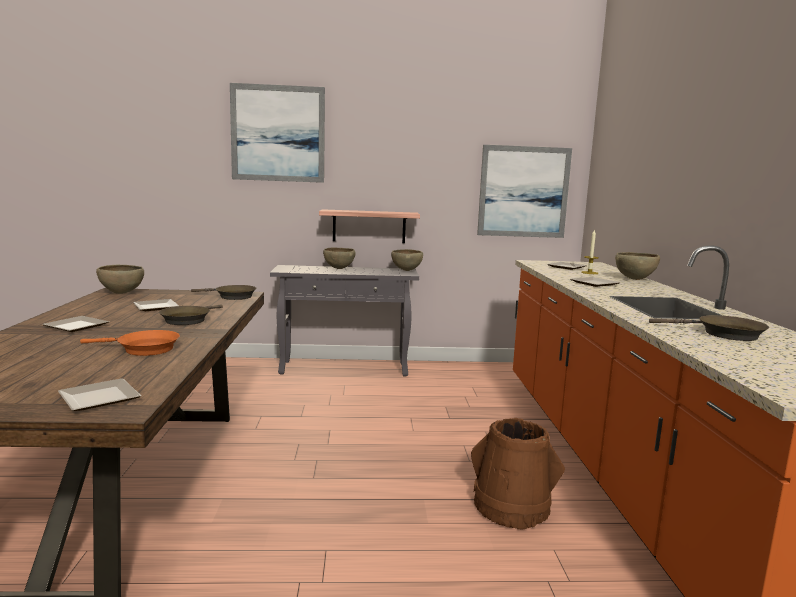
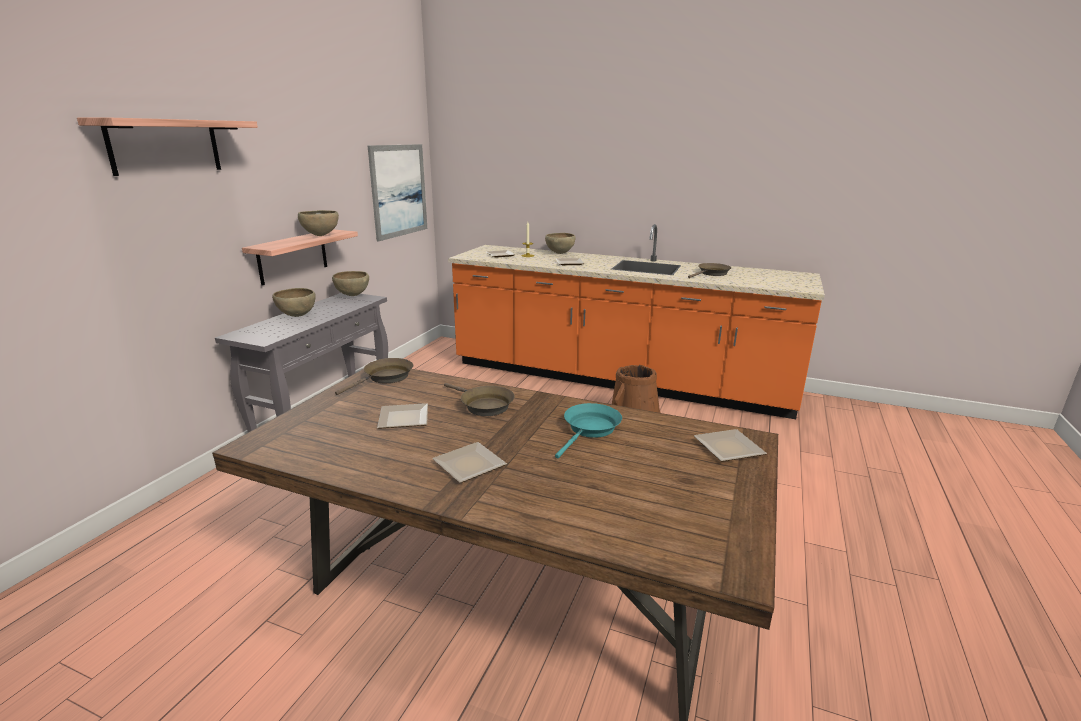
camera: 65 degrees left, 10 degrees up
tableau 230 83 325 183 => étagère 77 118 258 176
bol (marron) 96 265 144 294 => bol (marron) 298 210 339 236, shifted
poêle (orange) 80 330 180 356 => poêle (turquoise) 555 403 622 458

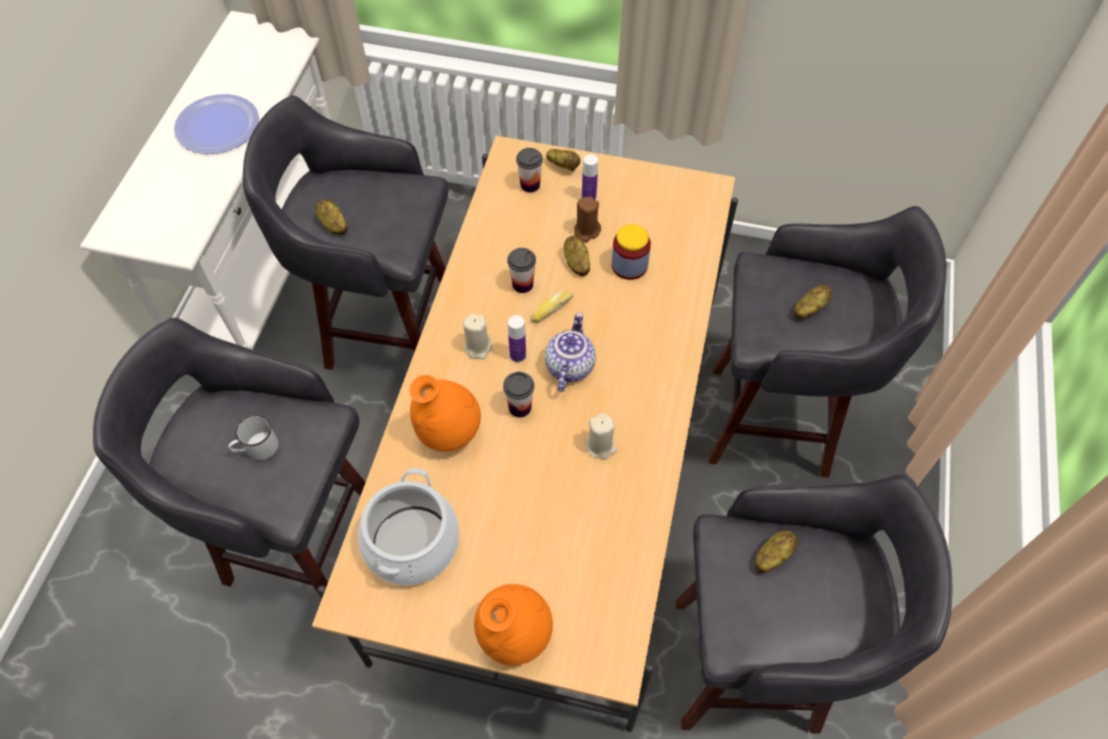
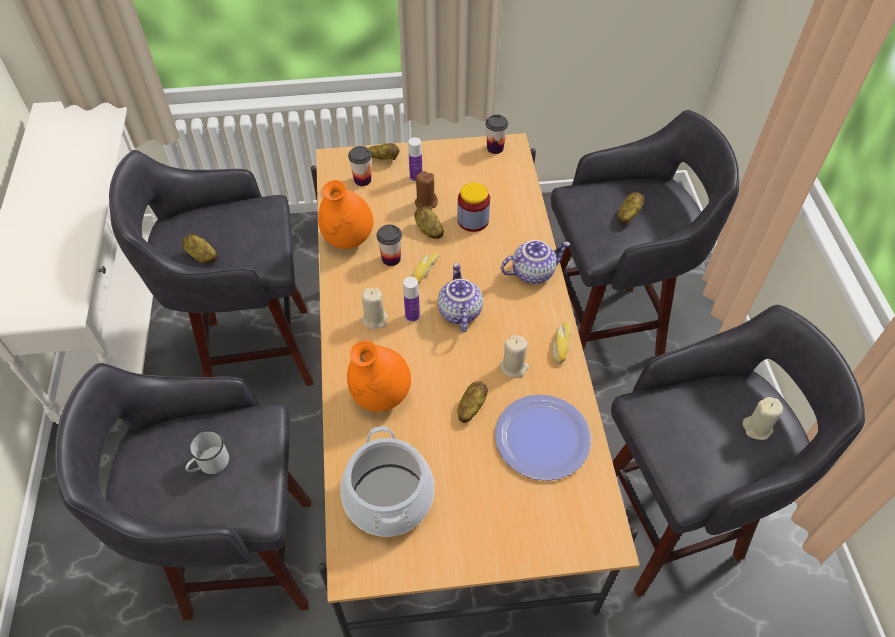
camera: 20 degrees left, 5 degrees down
vase (orange) 474 584 553 666 => vase (orange) 318 180 373 249, shifted
pomme de terre 755 530 799 573 => pomme de terre 457 381 488 423, shifted
tasse 503 372 534 417 => tasse 486 114 508 154, shifted
assiette 174 94 259 154 => assiette 495 394 591 481, shifted
nothing => théière 501 240 570 284
nothing => pain 552 322 571 364
nothing => bougie (beige) 743 397 783 440

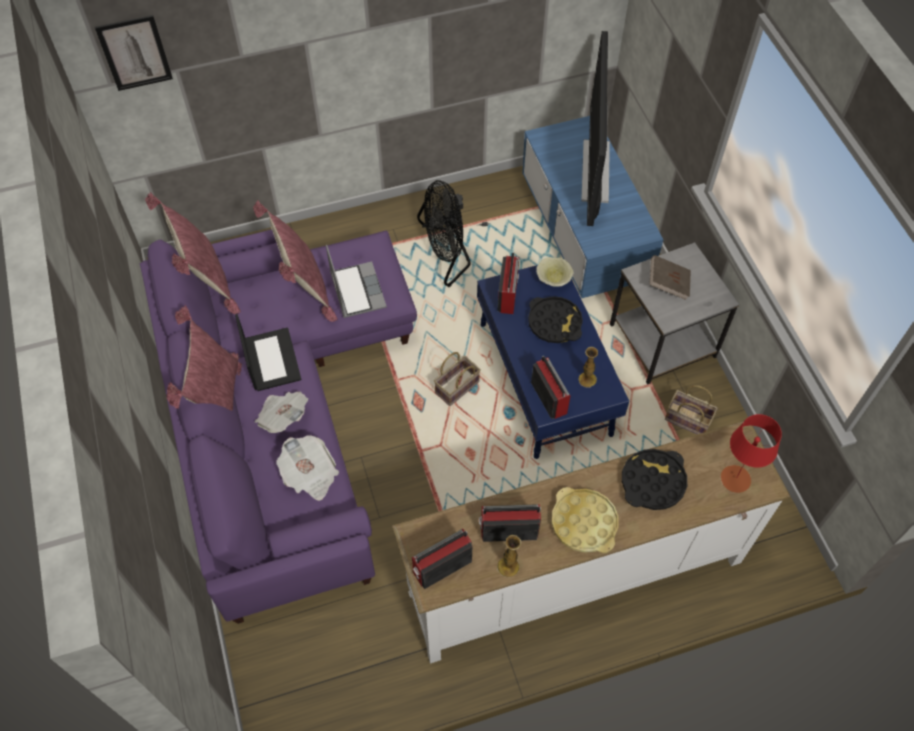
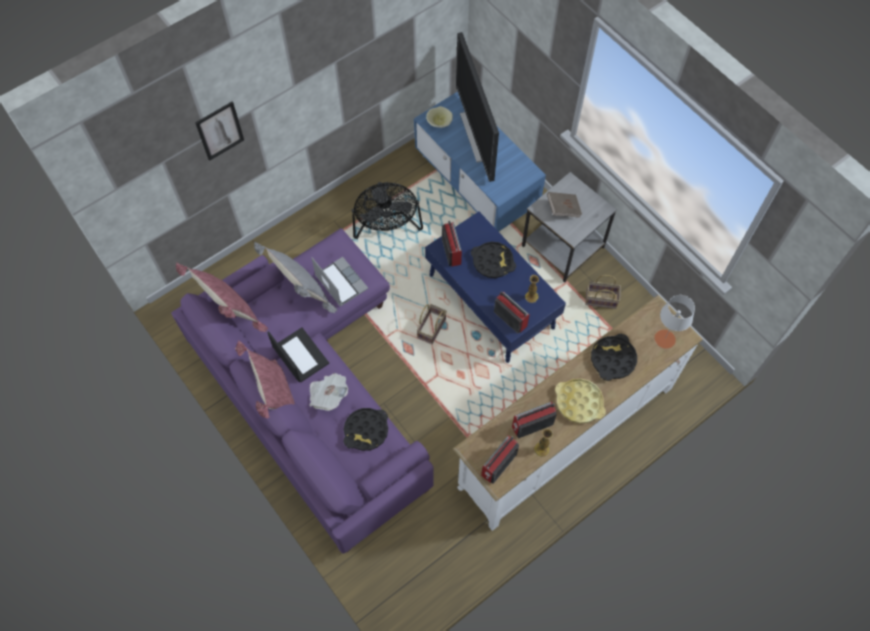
camera: 20 degrees left, 5 degrees up
tableau 95 15 173 91 => tableau 195 102 244 161, shifted
coussin (rouge) 253 200 337 322 => coussin (gris) 254 242 337 313
journal 276 435 339 501 => plateau (noir) 343 408 388 451
ventilateur (noir) 417 180 489 287 => ventilateur (noir) 352 182 423 239, 60 degrees counterclockwise
bol (beige) 536 257 573 287 => bol (beige) 426 106 453 128, shifted
lampe de table (rouge) 721 414 782 493 => lampe de table (gris) 654 295 695 349

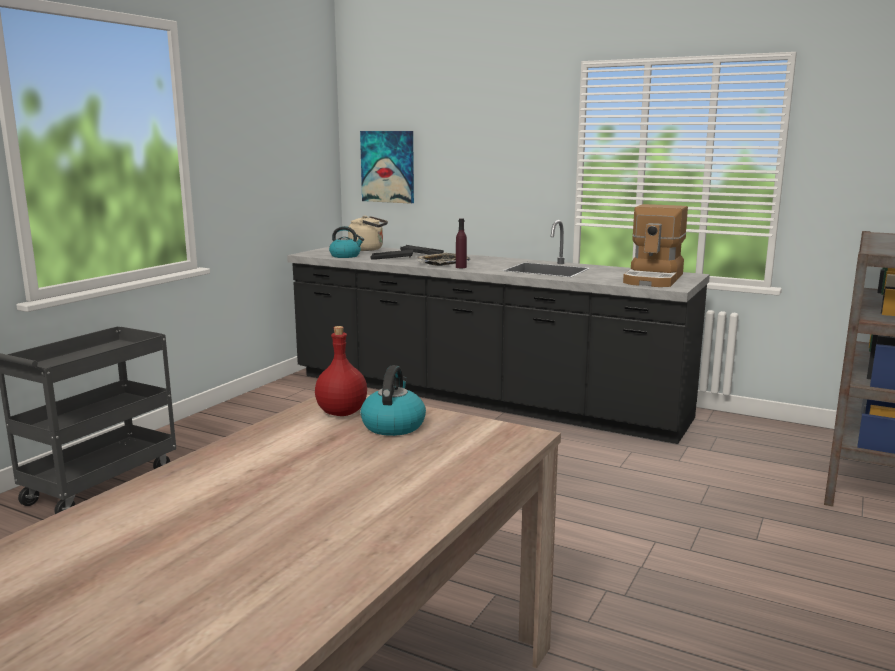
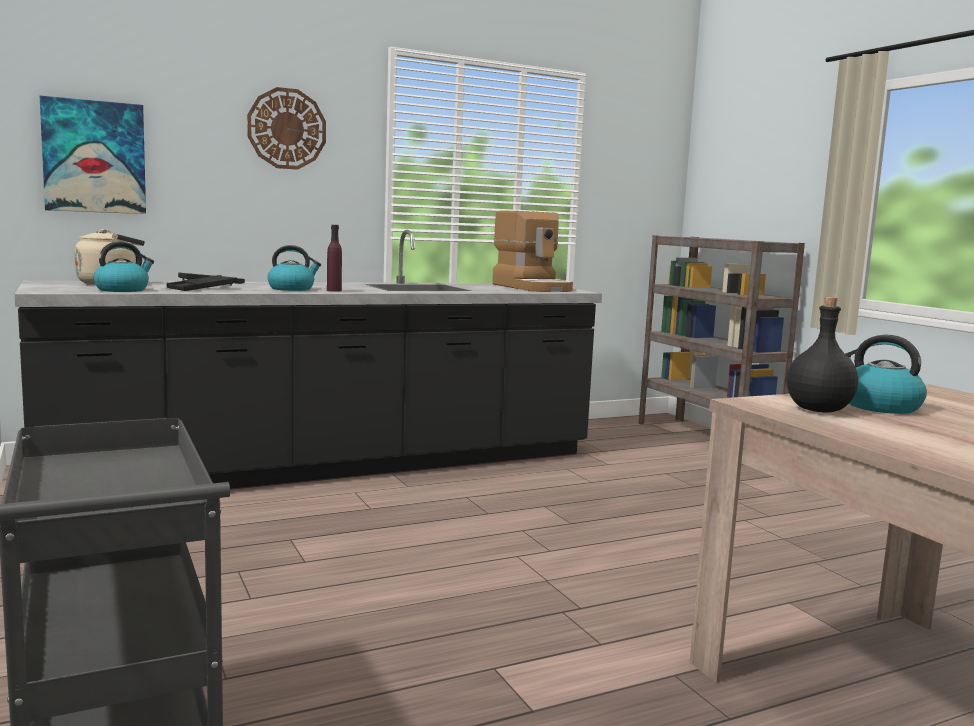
camera: 55 degrees left, 5 degrees down
nothing => horloge murale 247 87 326 170
plateau 416 252 470 266 => bouilloire 267 245 321 291
bouteille (rouge) 315 326 367 416 => bouteille (noir) 787 297 858 413

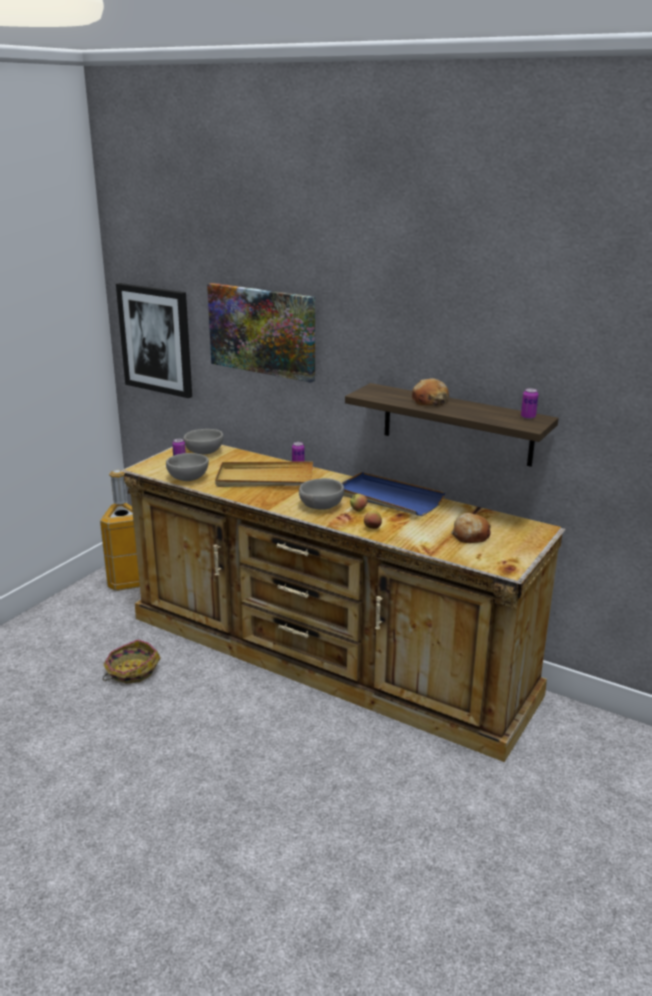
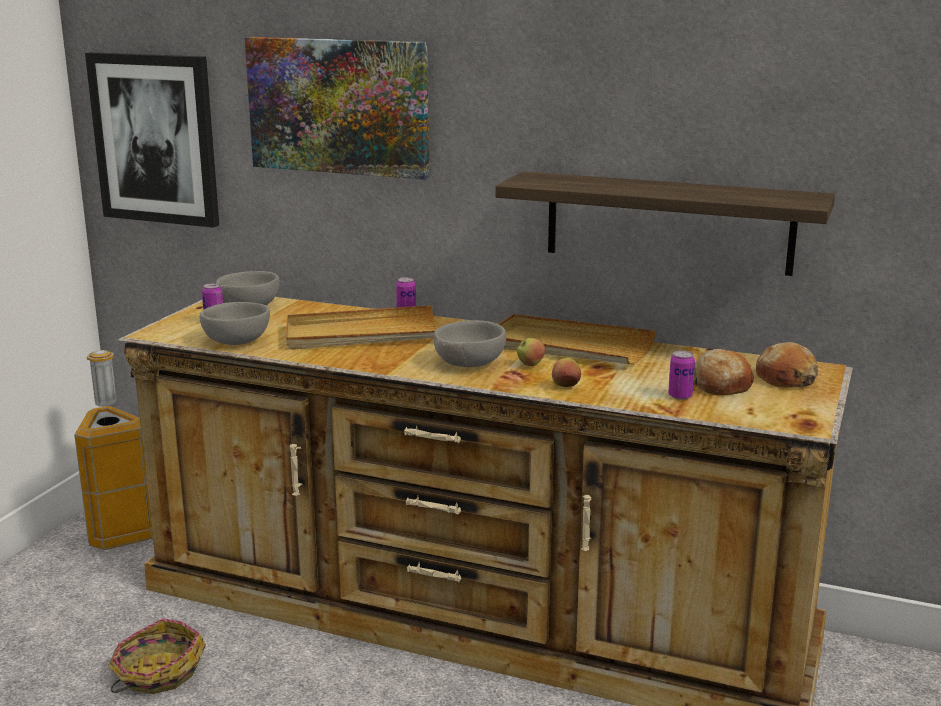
camera: 10 degrees left, 5 degrees down
plateau (bleu) 342 472 445 516 => plateau (beige) 498 314 656 365
boîte métallique 521 388 539 419 => boîte métallique 668 351 695 400, shifted
pain 412 378 449 406 => pain 756 342 818 388, shifted

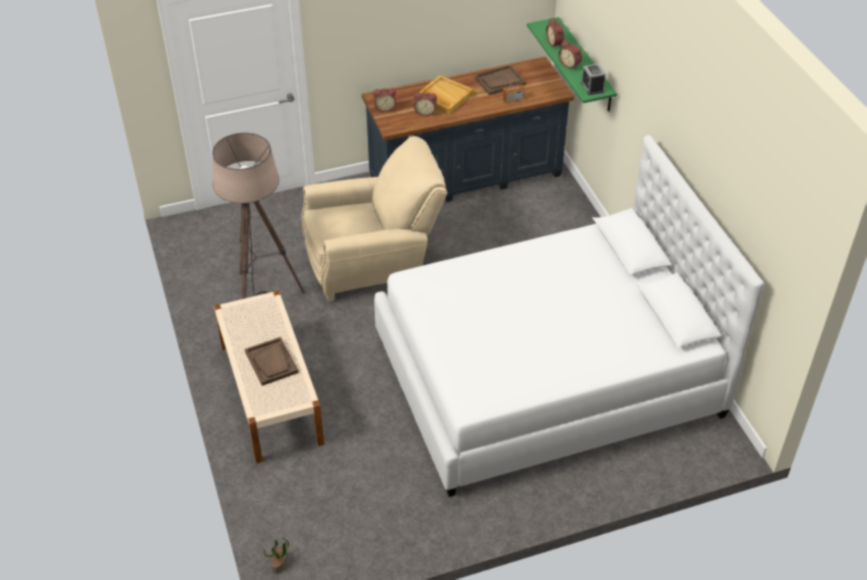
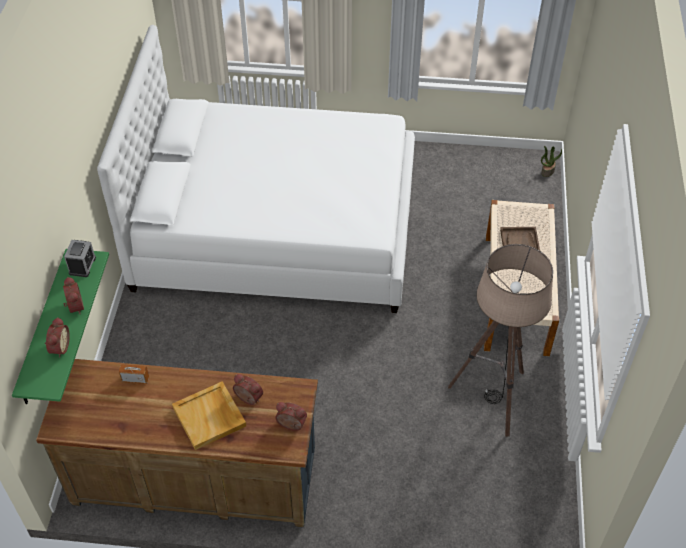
camera: 155 degrees left, 5 degrees up
fauteuil (beige) 301 136 447 302 => nothing
plateau (marron) 474 65 526 96 => nothing

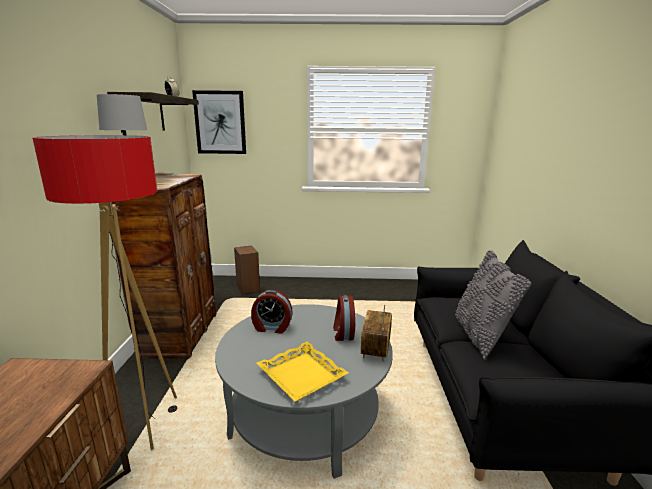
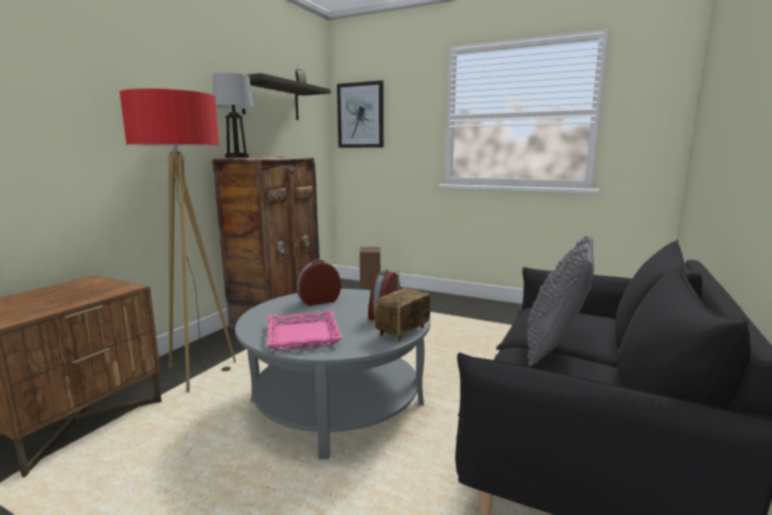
camera: 25 degrees right, 5 degrees down
plateau (jaune) 257 342 348 402 => plateau (rose) 267 311 342 351
réveil 251 290 293 333 => réveil 296 259 341 306, 120 degrees clockwise

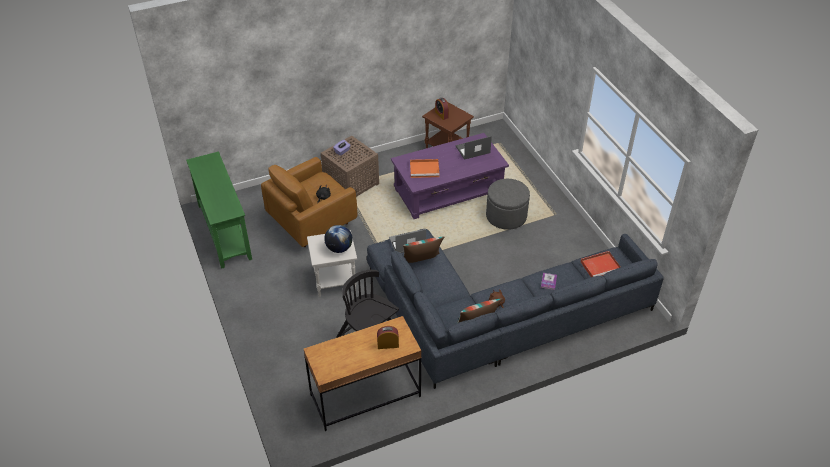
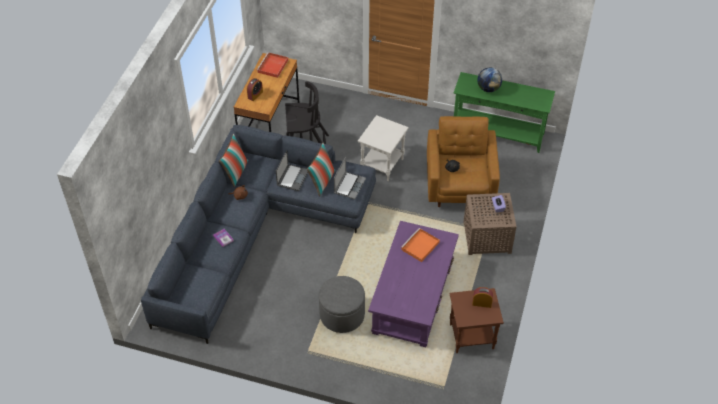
camera: 130 degrees right, 5 degrees up
plateau (rouge) 580 251 620 277 => plateau (rouge) 257 52 288 78, shifted
ordinateur portable 456 136 492 160 => ordinateur portable 276 150 308 191, shifted
globe 324 225 353 253 => globe 477 68 502 92, shifted

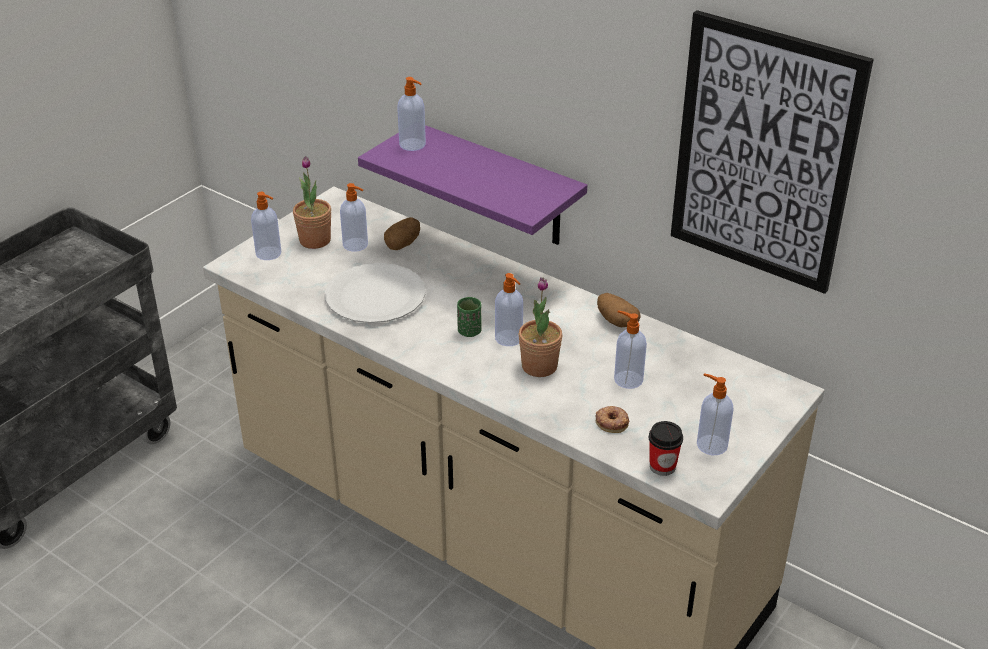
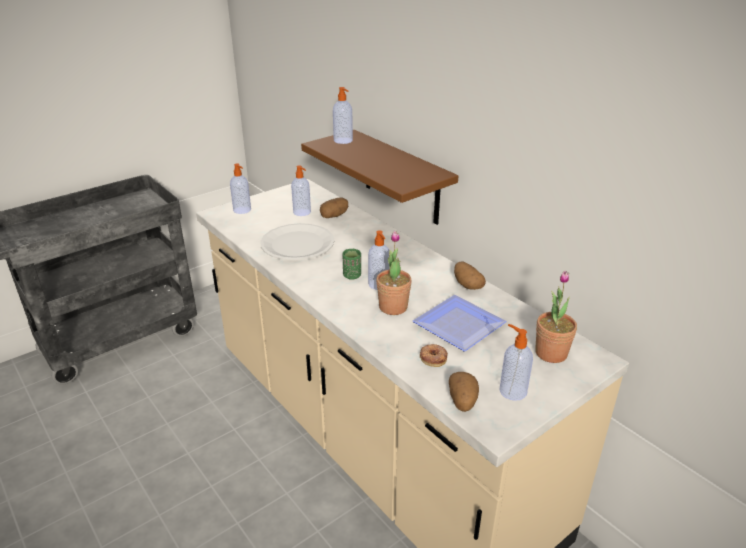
camera: 15 degrees right, 5 degrees down
étagère (violet) 358 125 587 245 => étagère (marron) 301 130 458 225
distributeur de savon 614 310 647 389 => assiette 413 295 507 351
tasse 649 421 683 476 => pomme de terre 449 372 479 412
plante en pot 293 156 331 249 => plante en pot 535 270 577 363, shifted
tableau 671 10 874 294 => nothing

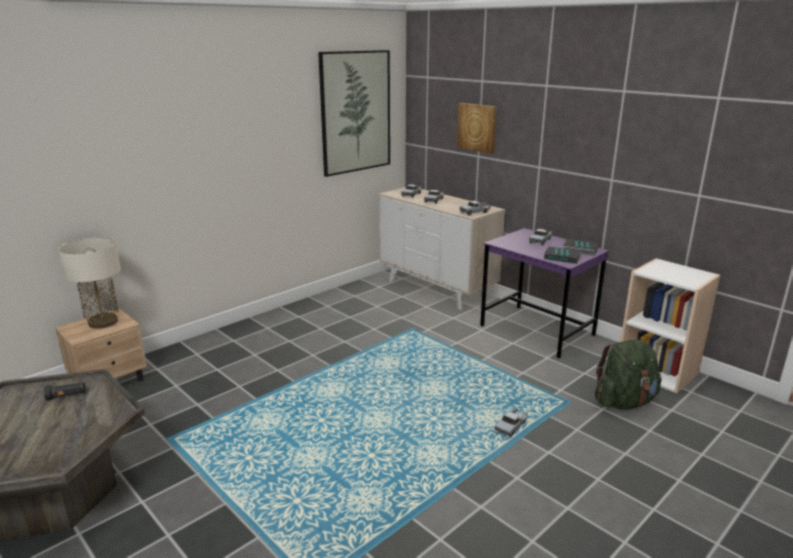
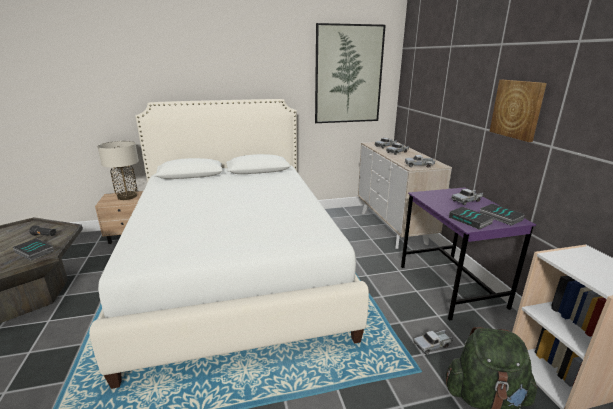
camera: 30 degrees right, 0 degrees up
nothing => livre 13 238 54 261
nothing => lit (blanc) 89 99 369 389
camion jouet 494 407 528 437 => camion jouet 413 330 453 355, shifted
tableau 457 103 497 154 => tableau 490 80 547 142, shifted

